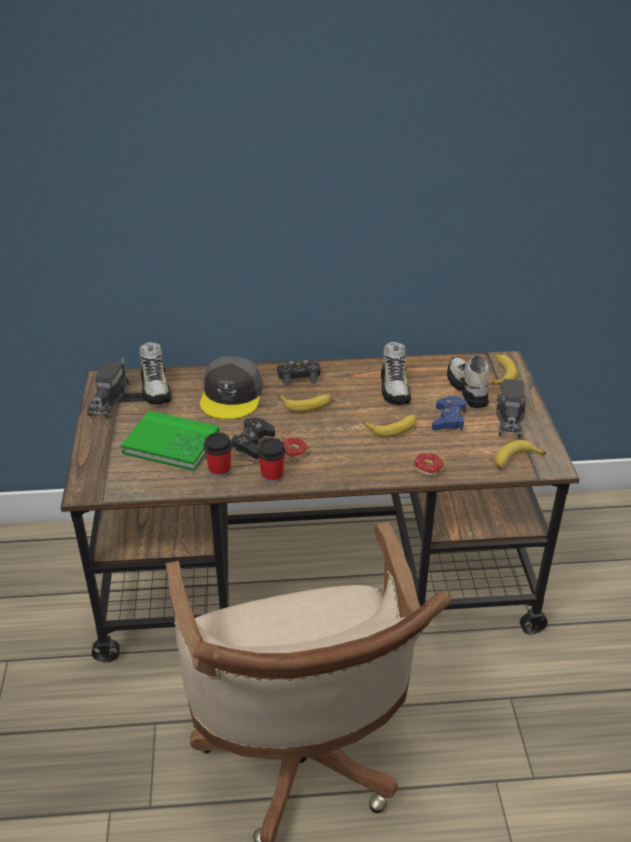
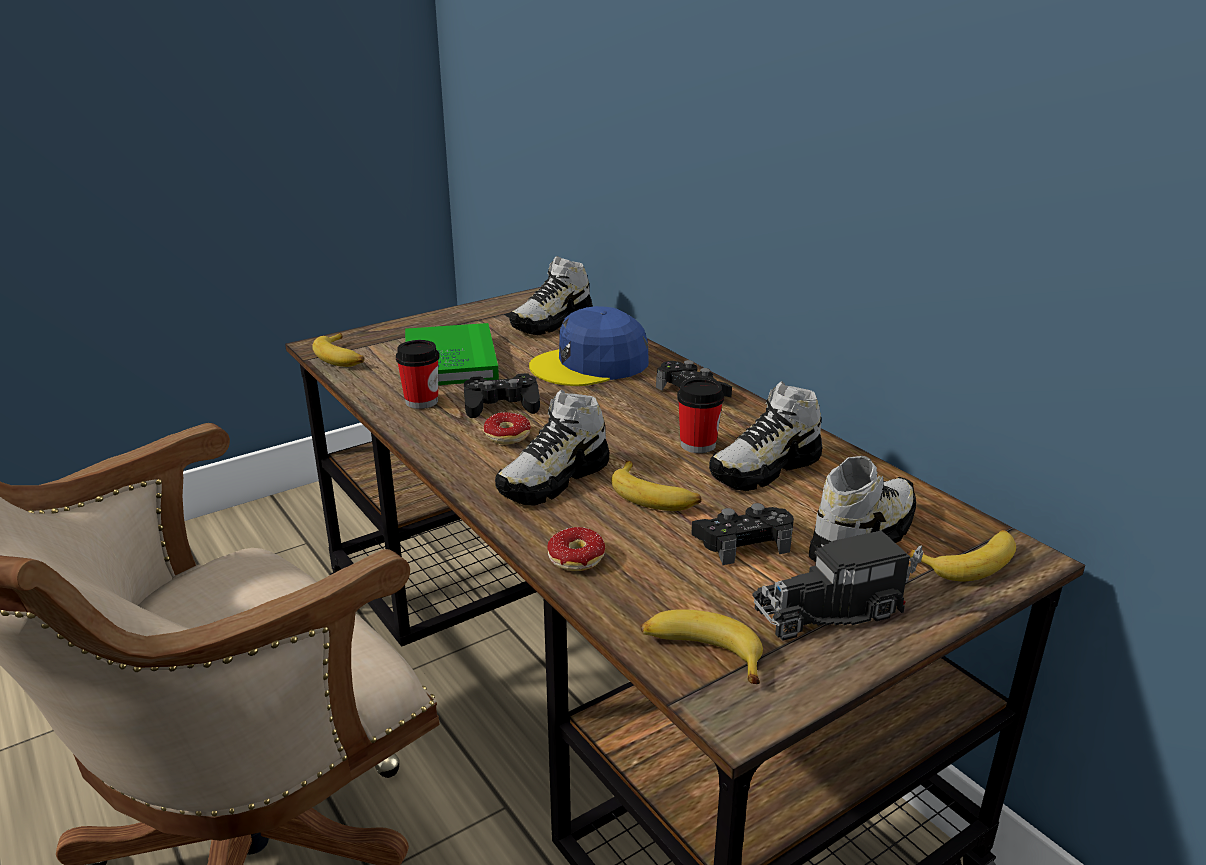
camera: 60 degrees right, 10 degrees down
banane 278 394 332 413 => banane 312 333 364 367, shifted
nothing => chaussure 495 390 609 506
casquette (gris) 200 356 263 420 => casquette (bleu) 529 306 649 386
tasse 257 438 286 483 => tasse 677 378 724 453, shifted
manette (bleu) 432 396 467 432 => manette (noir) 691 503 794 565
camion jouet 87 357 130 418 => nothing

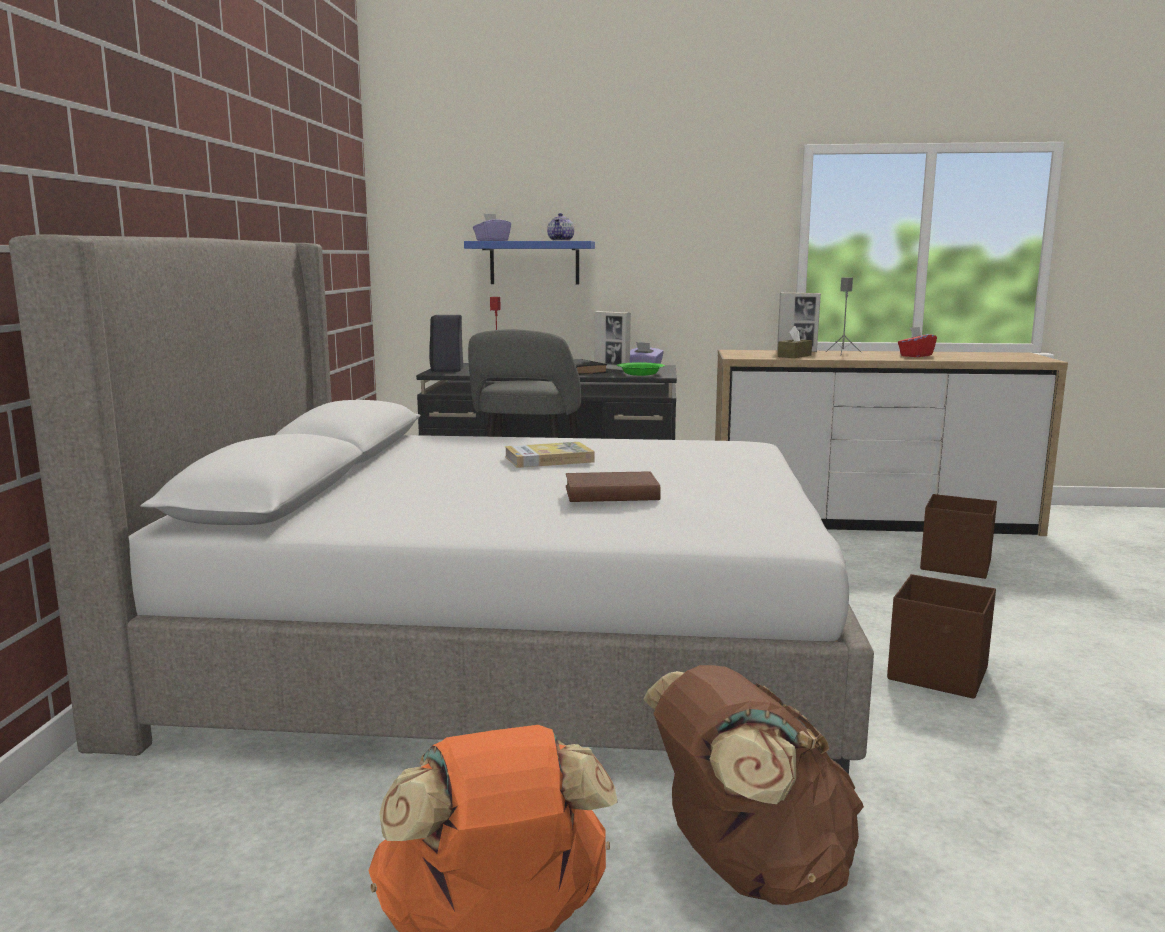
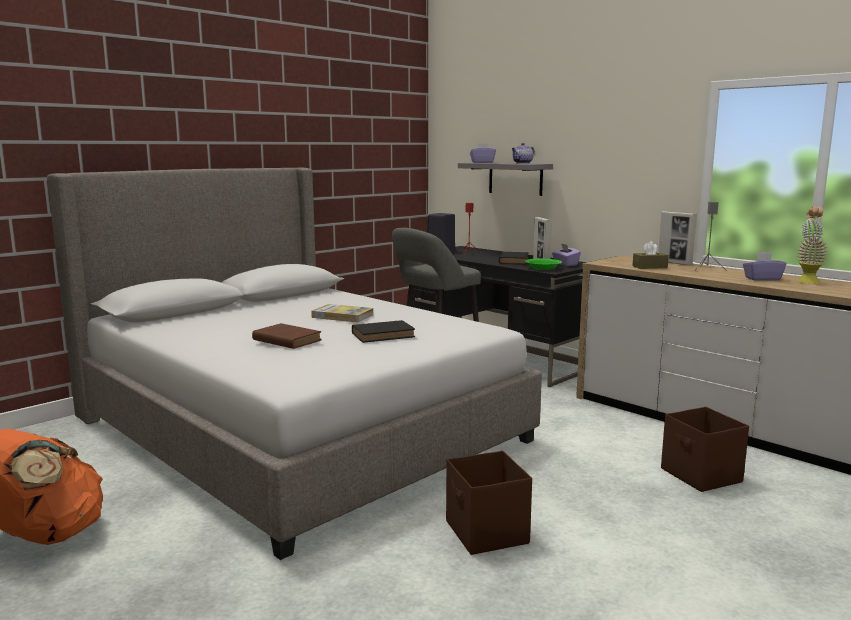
camera: 40 degrees right, 0 degrees up
nothing => livre (noir) 352 320 415 343
étagère (bleu) 464 241 595 284 => étagère (gris) 458 163 553 196
boîte à mouchoirs (rouge) 898 327 937 357 => boîte à mouchoirs (violet) 743 252 786 281
nothing => plante en pot 797 207 827 284
sac à dos (marron) 644 665 864 905 => nothing

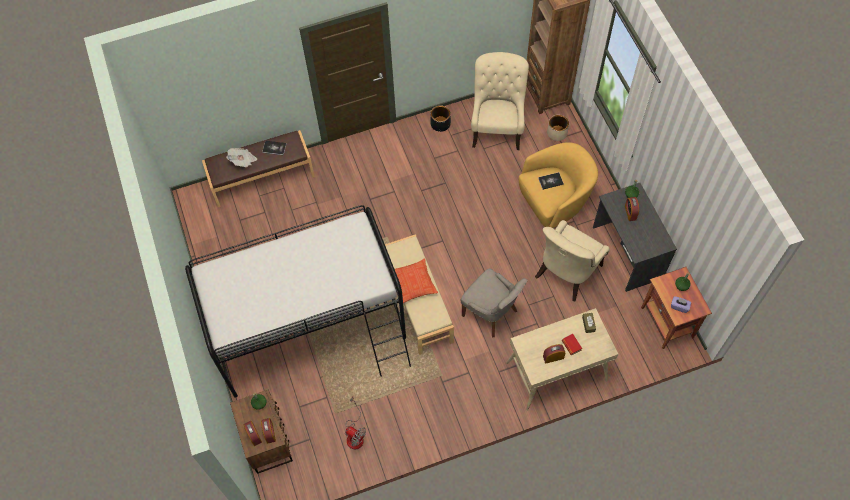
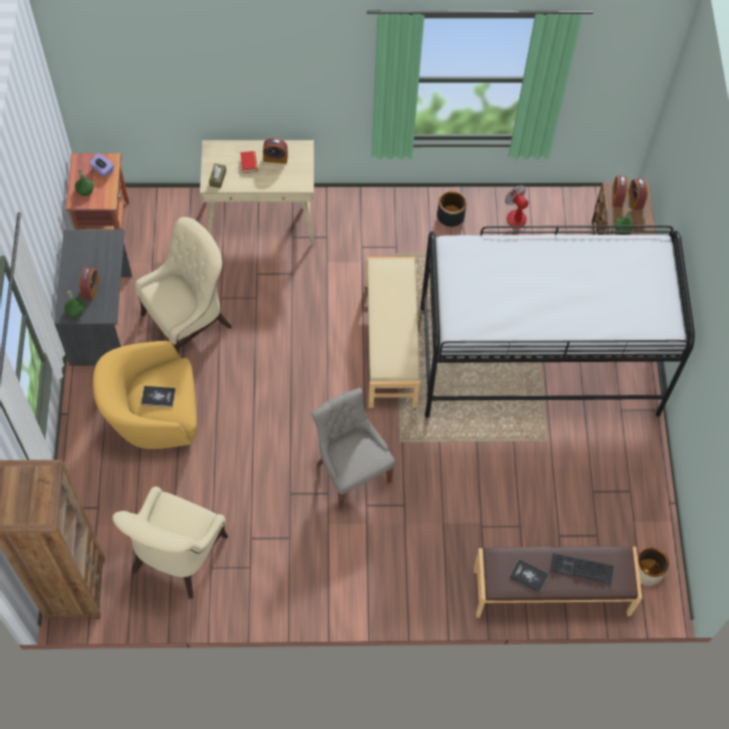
camera: 165 degrees left, 0 degrees up
chaise (gris) 461 268 528 337 => chaise (gris) 311 388 395 509, shifted
cache-pot (noir) 430 105 451 132 => cache-pot (noir) 437 191 467 227, shifted
journal 226 148 257 167 => clavier 550 553 614 584
cache-pot (beige) 547 115 569 141 => cache-pot (beige) 638 547 669 586, shifted
coussin (orange) 395 259 438 303 => nothing

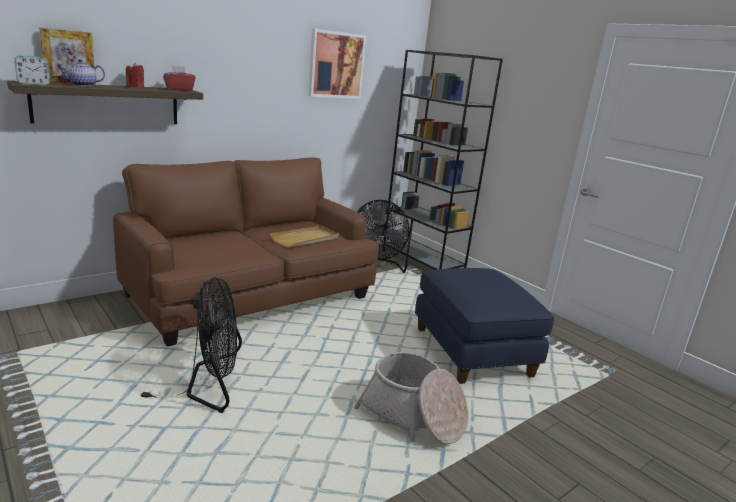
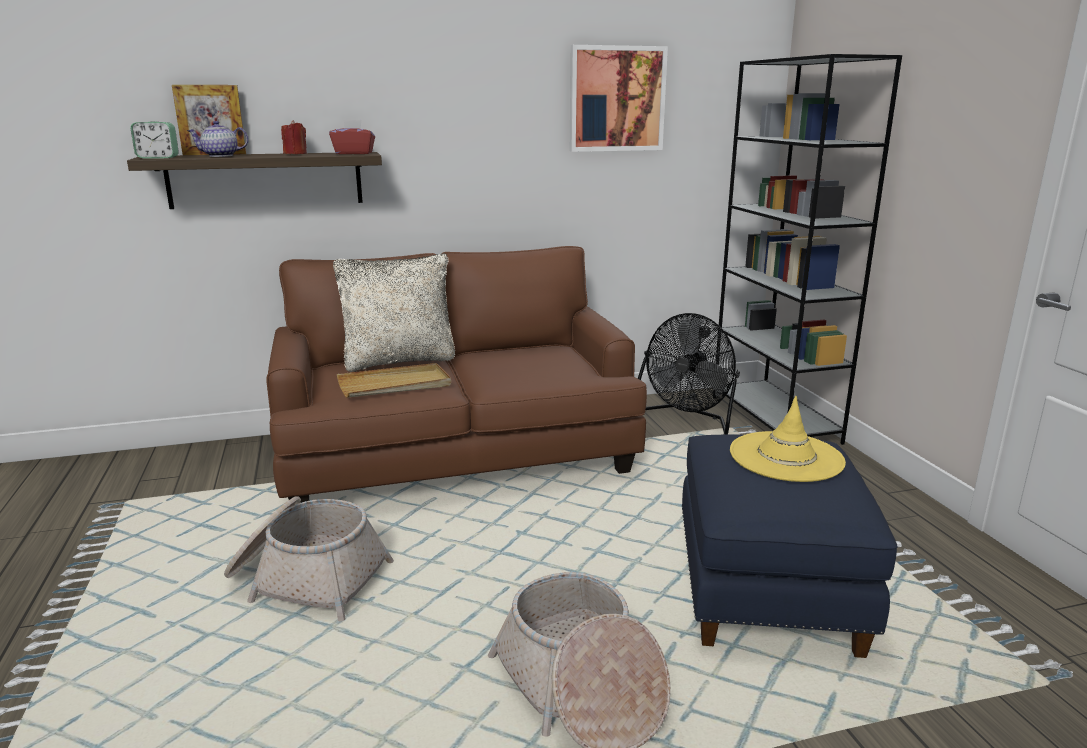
camera: 25 degrees right, 0 degrees up
ventilateur (noir) 140 277 242 413 => panier 224 496 394 622
nothing => coussin (beige) 333 253 456 372
plateau (beige) 270 225 339 248 => plateau (beige) 337 363 451 398, shifted
nothing => chapeau (jaune) 730 396 846 482

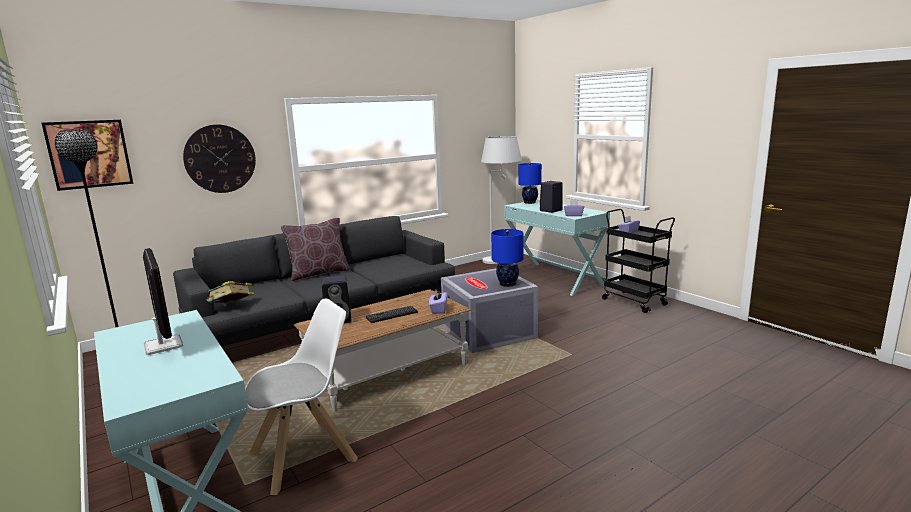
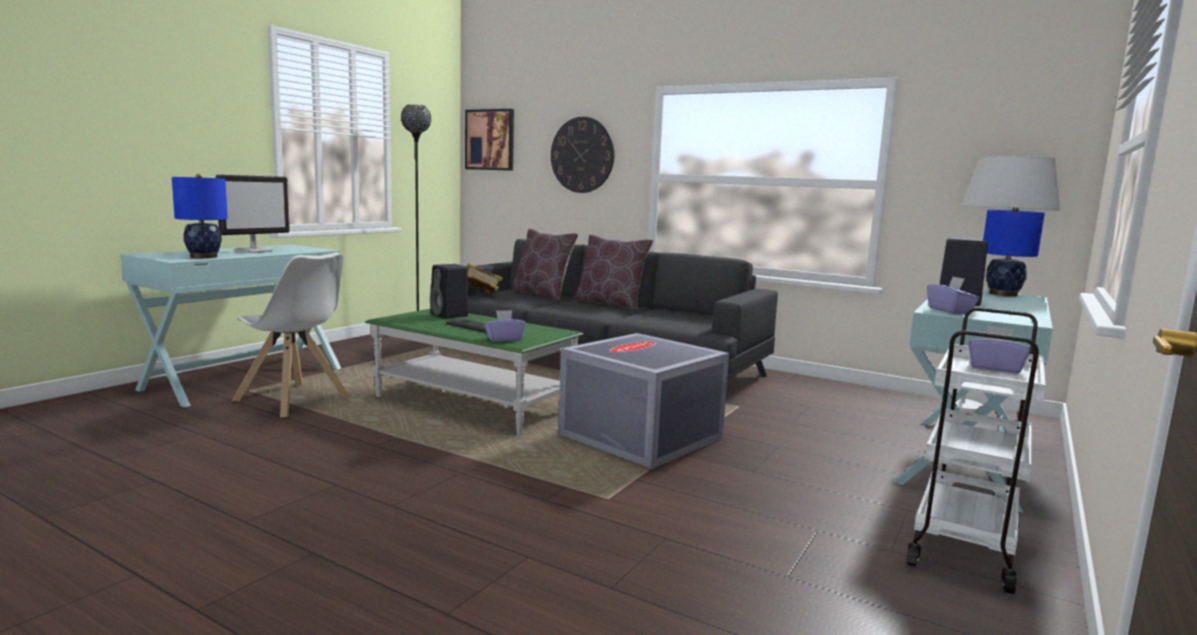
camera: 65 degrees right, 5 degrees down
lampe de table (bleu) 491 229 523 287 => lampe de table (bleu) 172 174 228 258, shifted
table basse (marron) 294 289 471 412 => table basse (vert) 365 309 584 435
nothing => coussin (marron) 511 229 578 300
chariot (noir) 602 209 675 313 => chariot (blanc) 906 308 1046 594

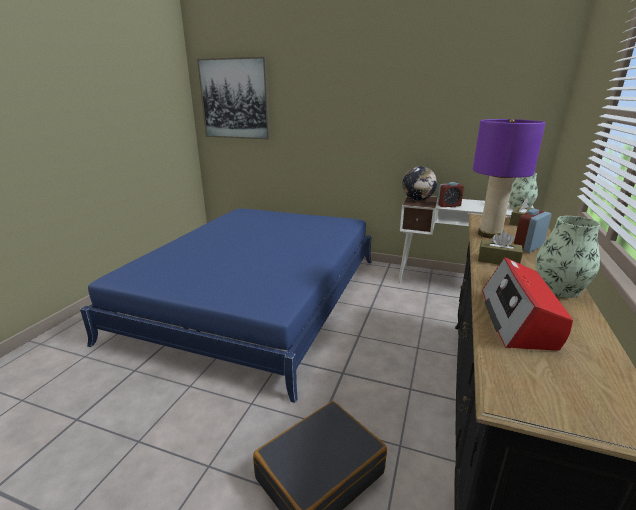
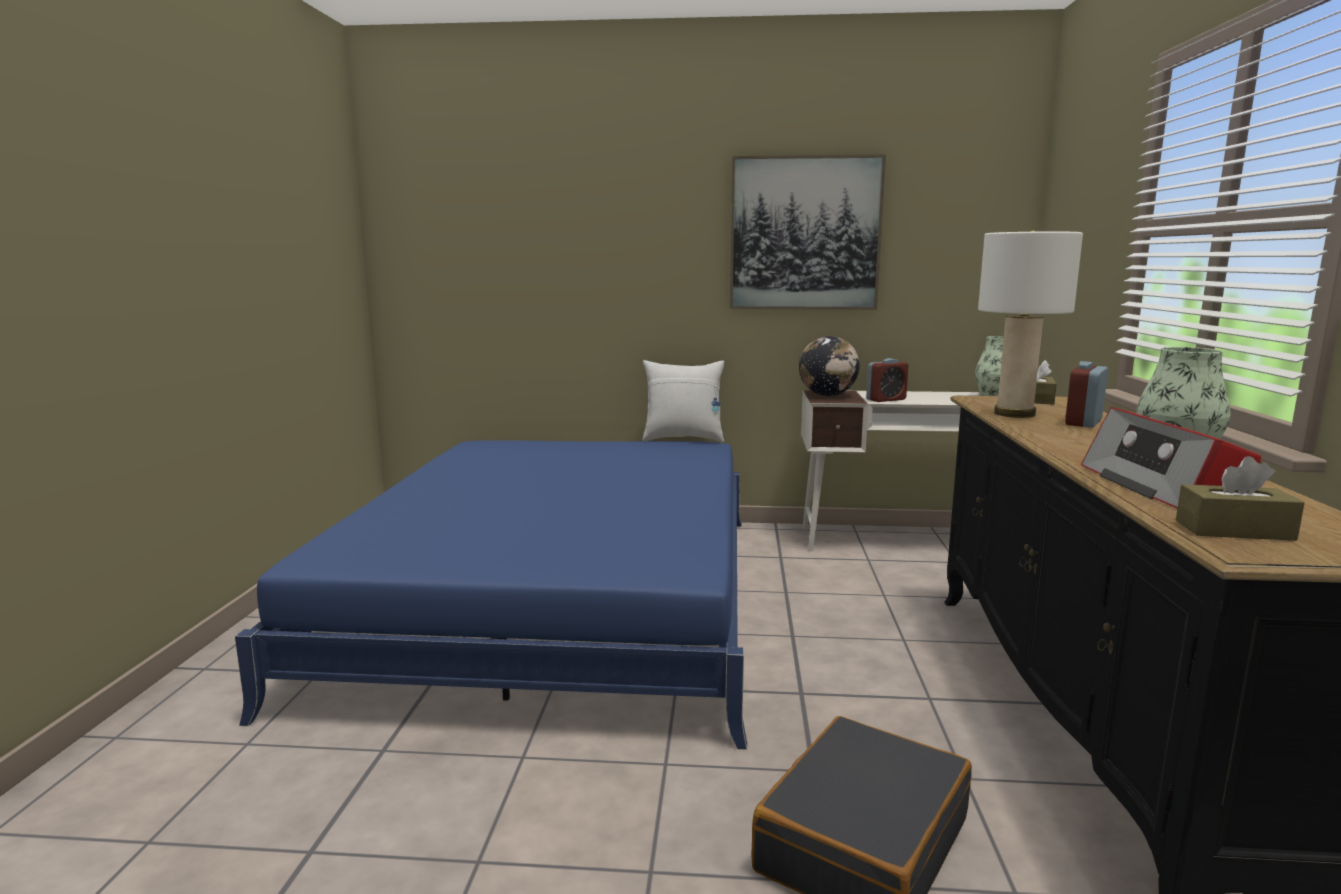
camera: 15 degrees left, 10 degrees down
nothing => coussin (gris) 642 360 724 443
tableau 197 57 270 140 => tableau 730 155 886 310, shifted
lampe de table (violet) 473 119 546 239 => lampe de table (blanc) 978 230 1083 418
boîte à mouchoirs (marron) 478 231 523 265 => boîte à mouchoirs (marron) 1176 456 1305 541, shifted

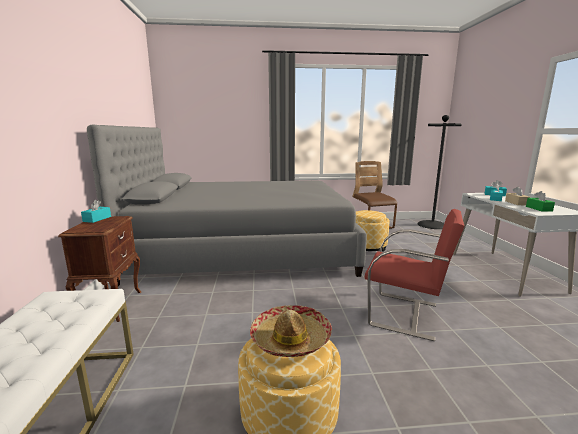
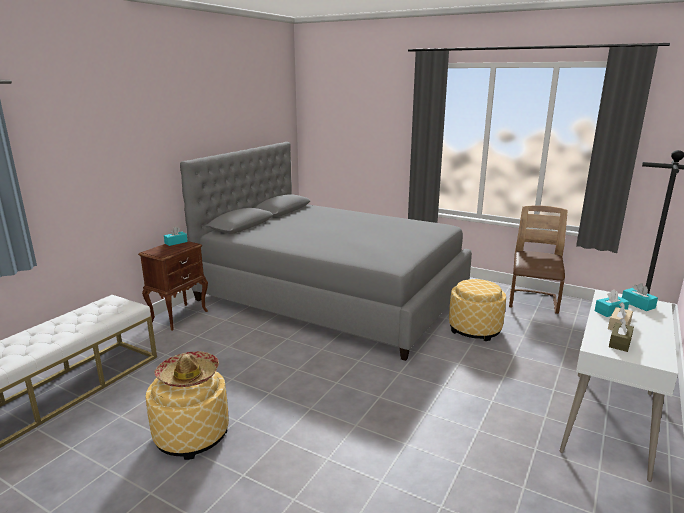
camera: 35 degrees right, 5 degrees up
boîte à mouchoirs (vert) 526 191 555 212 => boîte à mouchoirs (marron) 609 318 634 352
chaise (rouge) 365 209 465 341 => nothing

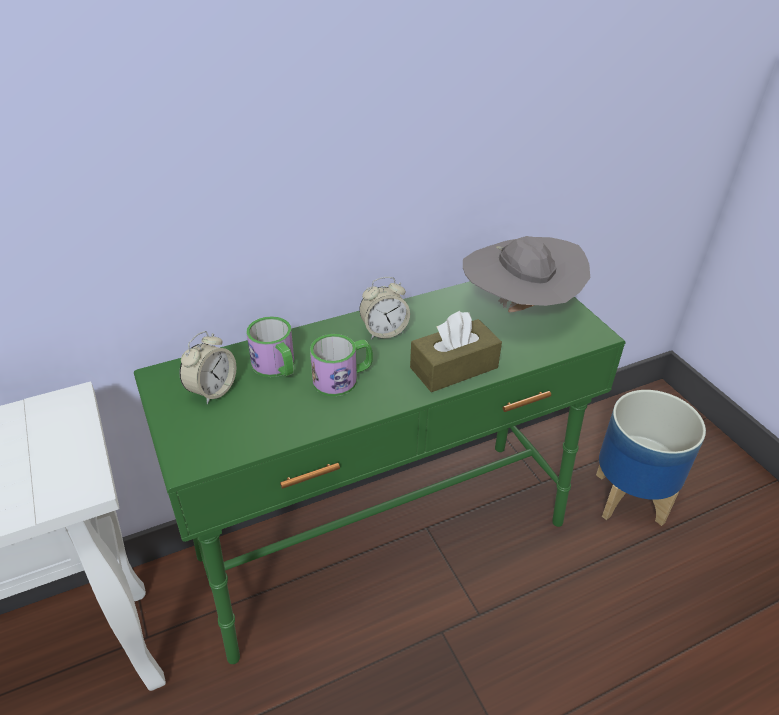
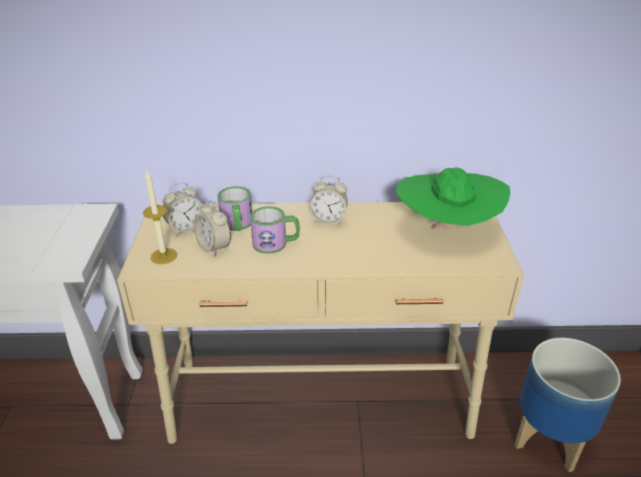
camera: 25 degrees right, 5 degrees down
table console (vert) 134 281 626 664 => table console (beige) 117 202 524 444
nothing => bougie 143 171 177 264
nothing => réveil 194 200 231 256
chapeau (gris) 463 236 590 312 => chapeau (vert) 396 167 510 229
boîte à mouchoirs (marron) 410 311 502 392 => nothing

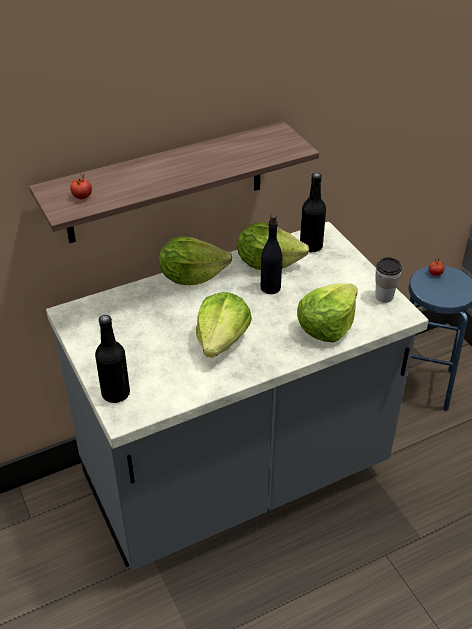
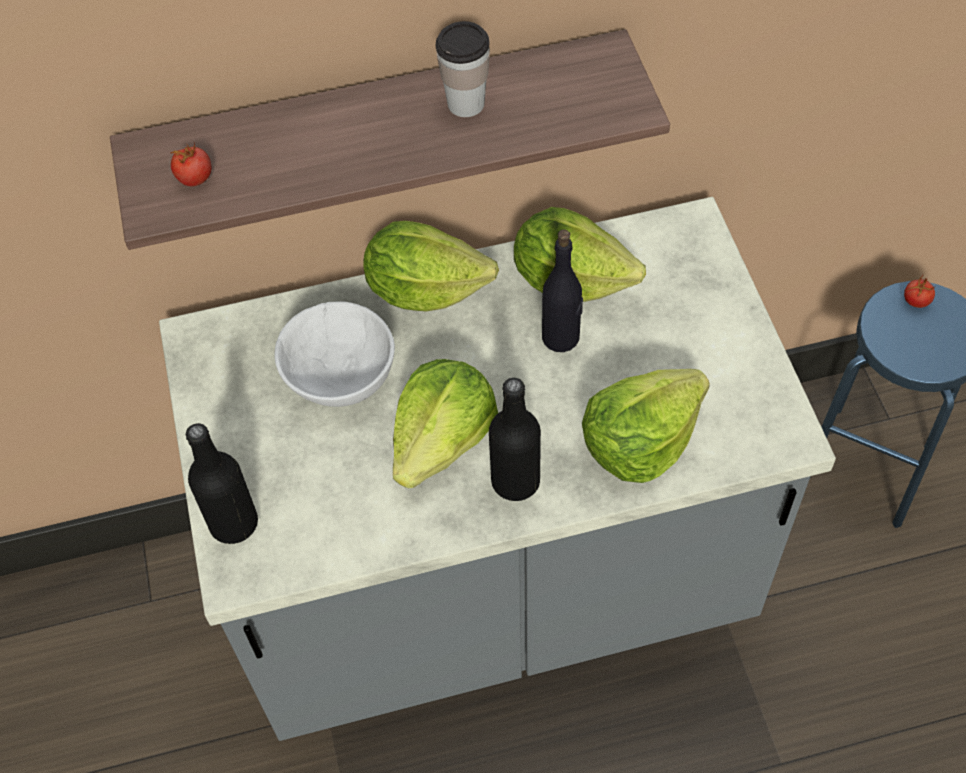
camera: 15 degrees right, 15 degrees up
nothing => bol (blanc) 275 302 395 407
tasse 375 257 402 303 => tasse 436 21 490 117, shifted
bouteille (noir) 300 173 326 253 => bouteille (noir) 489 378 541 501, shifted

